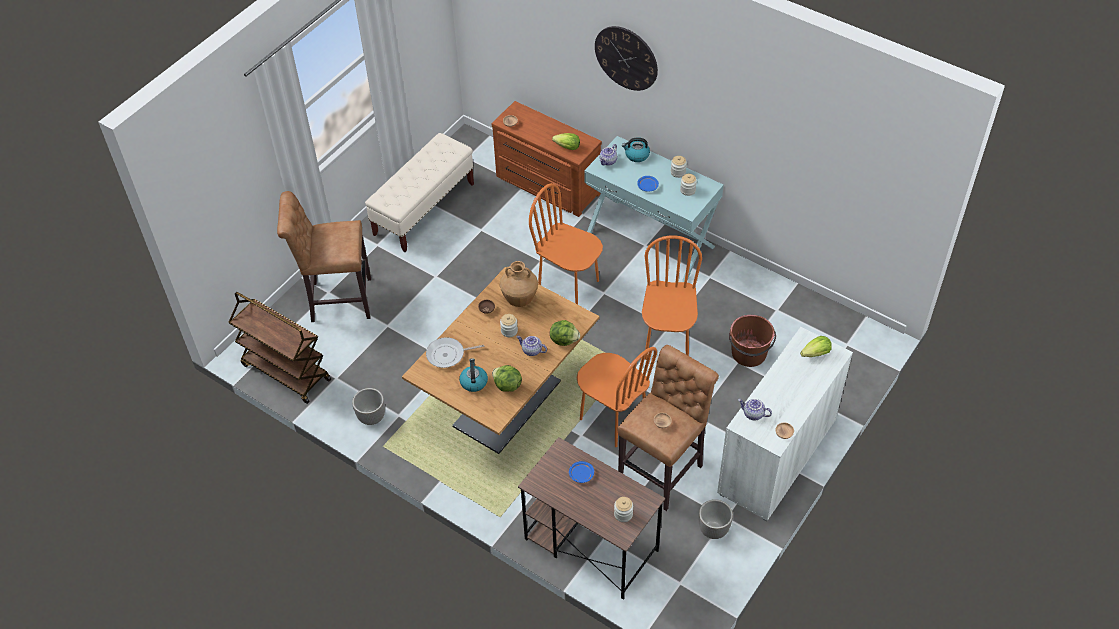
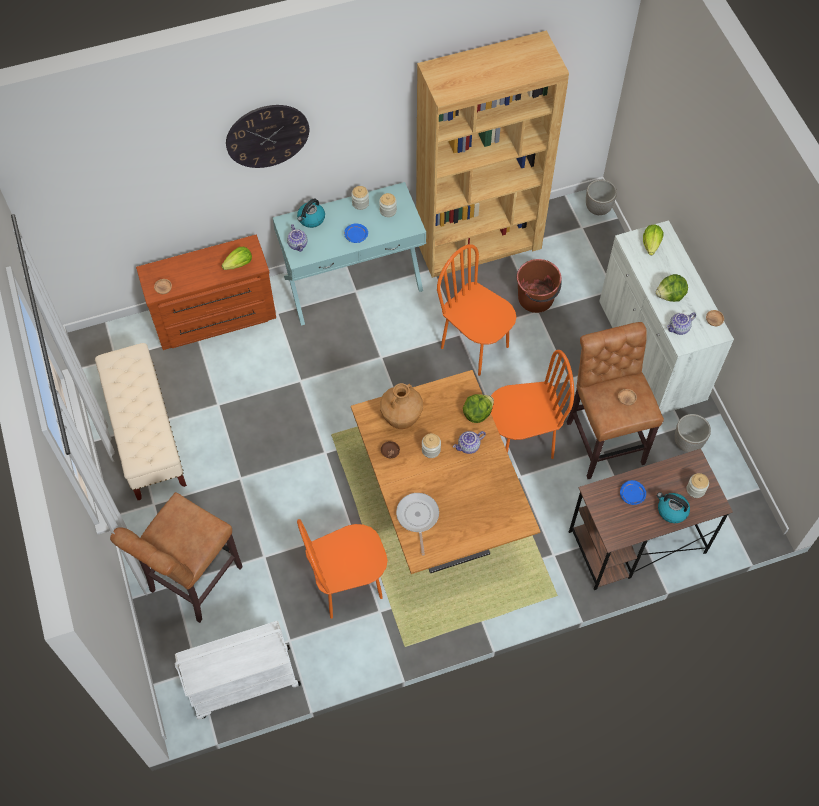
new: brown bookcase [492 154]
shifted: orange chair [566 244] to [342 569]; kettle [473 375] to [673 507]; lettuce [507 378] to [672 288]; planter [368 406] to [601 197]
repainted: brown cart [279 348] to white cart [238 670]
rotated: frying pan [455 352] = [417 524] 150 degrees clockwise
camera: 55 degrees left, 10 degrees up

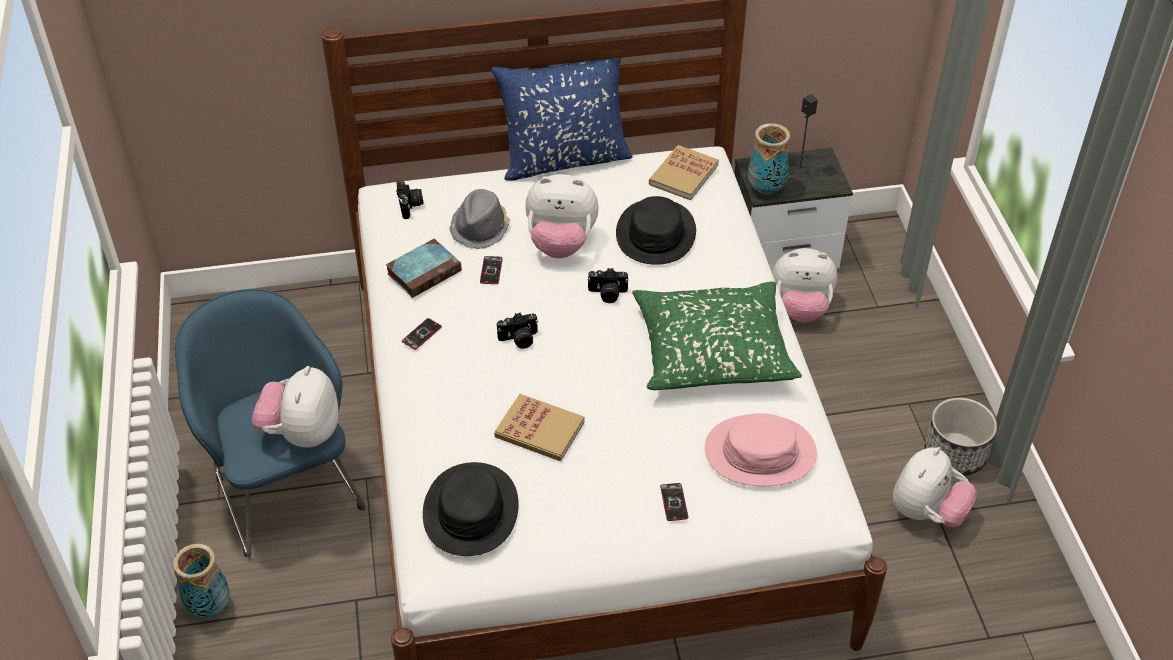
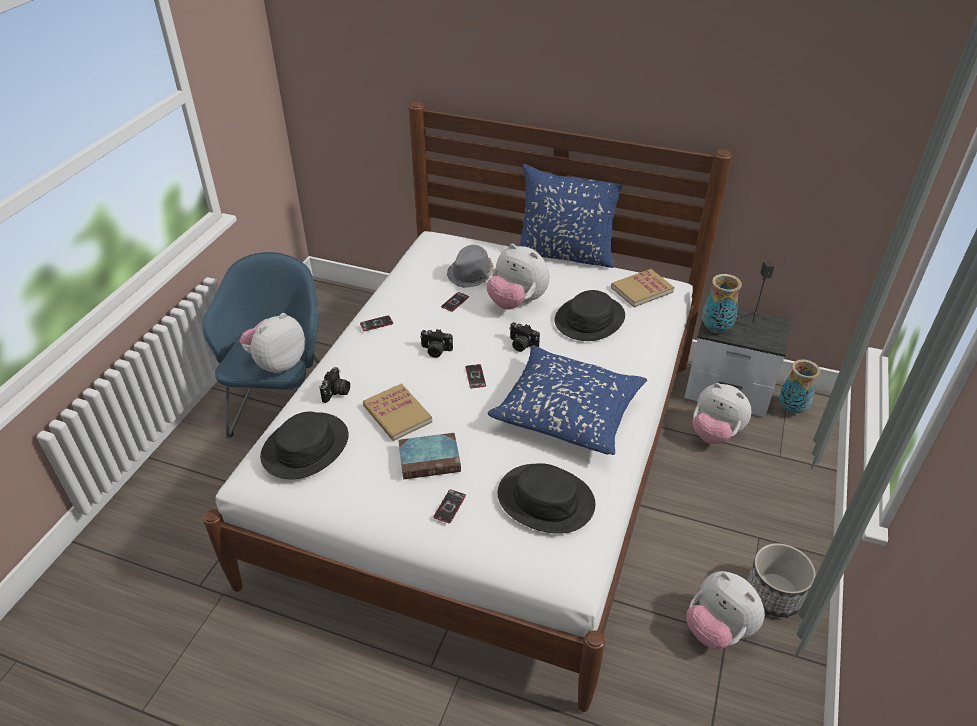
new: phone [475 376]
shifted: photo camera [409 199] to [335 385]; book [423 268] to [429 456]; vase [201 581] to [800 386]
repainted: green pillow [717 335] to blue pillow [567 400]; pink hat [761 449] to black hat [546 498]
rotated: plush toy [935 487] = [725 610] 75 degrees clockwise
camera: 30 degrees right, 5 degrees down

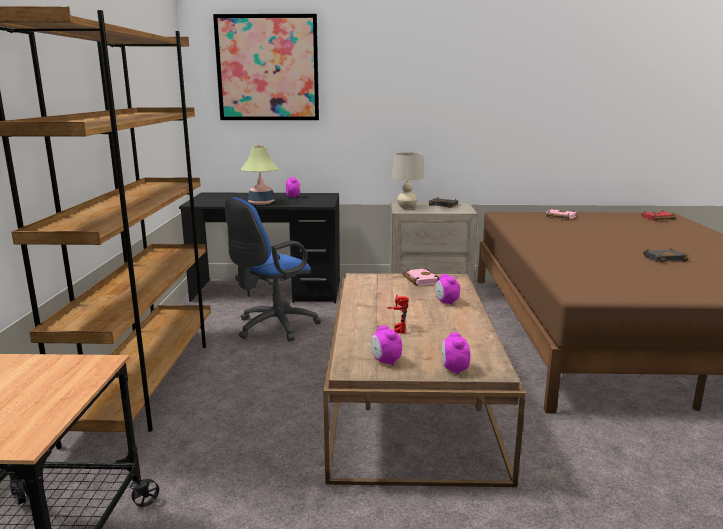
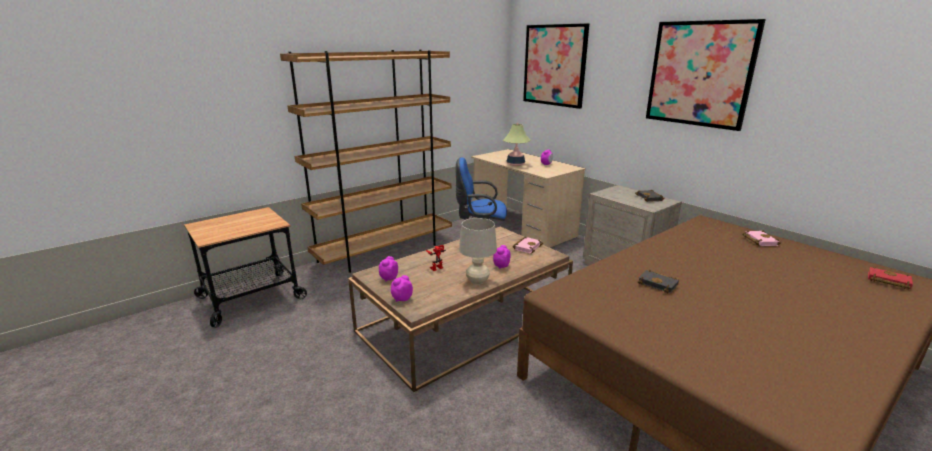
new: picture [706 75]
shifted: beige table lamp [407 180] to [478 251]; black book [666 255] to [658 281]
repainted: black desk [259 247] to beige desk [528 198]
camera: 50 degrees right, 5 degrees up

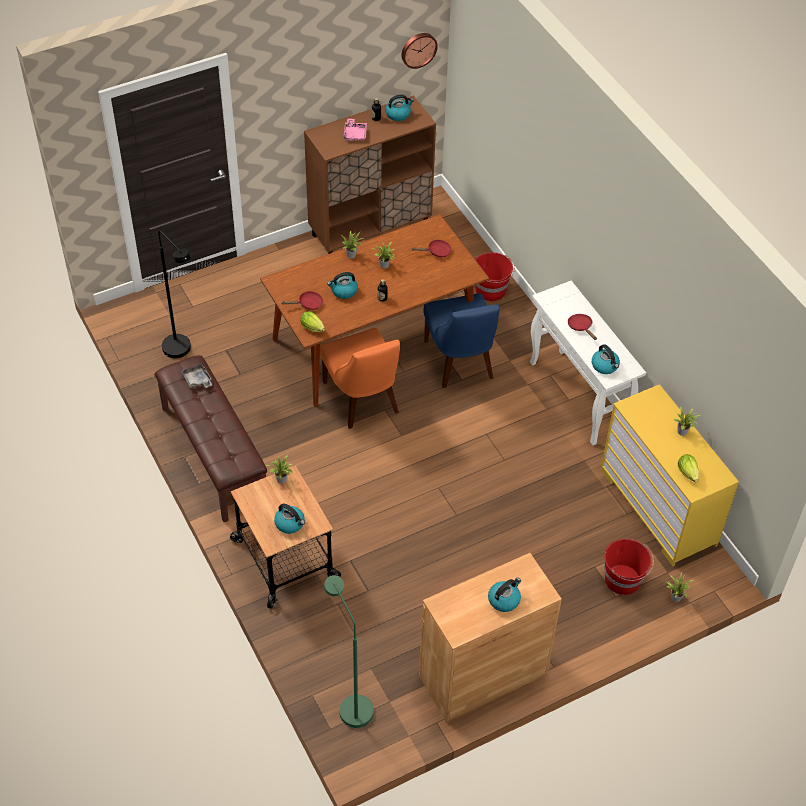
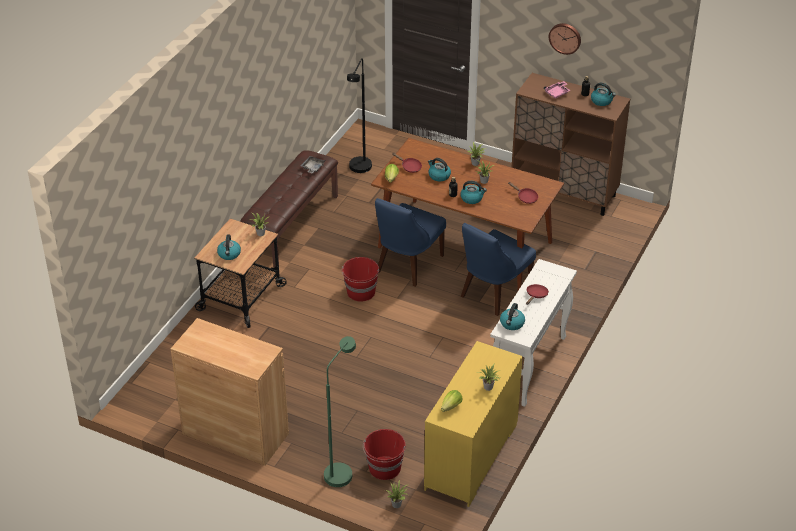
shifted: wall clock [419 51] to [565 39]; red bucket [495 276] to [360 279]; green floor lamp [349 651] to [340 411]; kettle [504 594] to [473 192]
repainted: orange chair [360 378] to blue chair [410 242]
camera: 55 degrees right, 10 degrees down

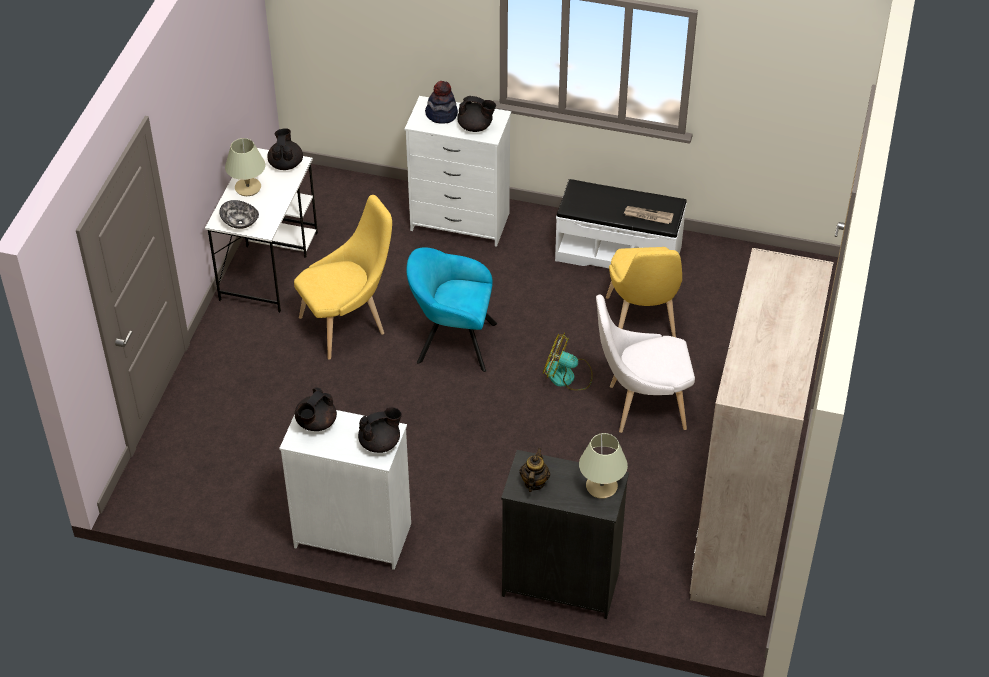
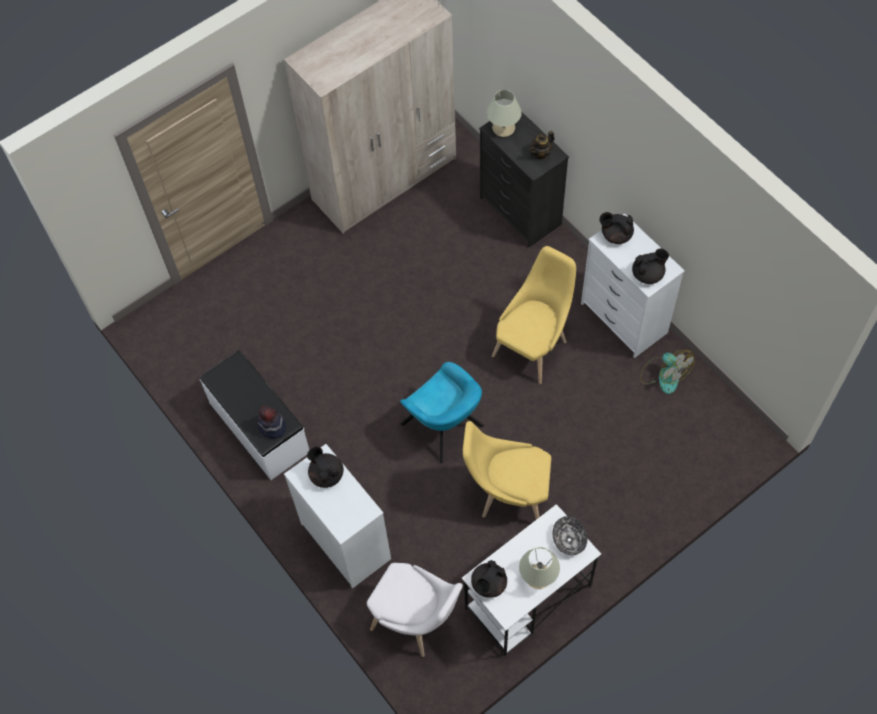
gone: newspaper [649 215]
shifted: hat [441 102] to [271 422]; yellow chair [644 292] to [534 315]; white chair [645 364] to [415 610]; fan [568 361] to [667 372]
camera: 140 degrees left, 15 degrees up

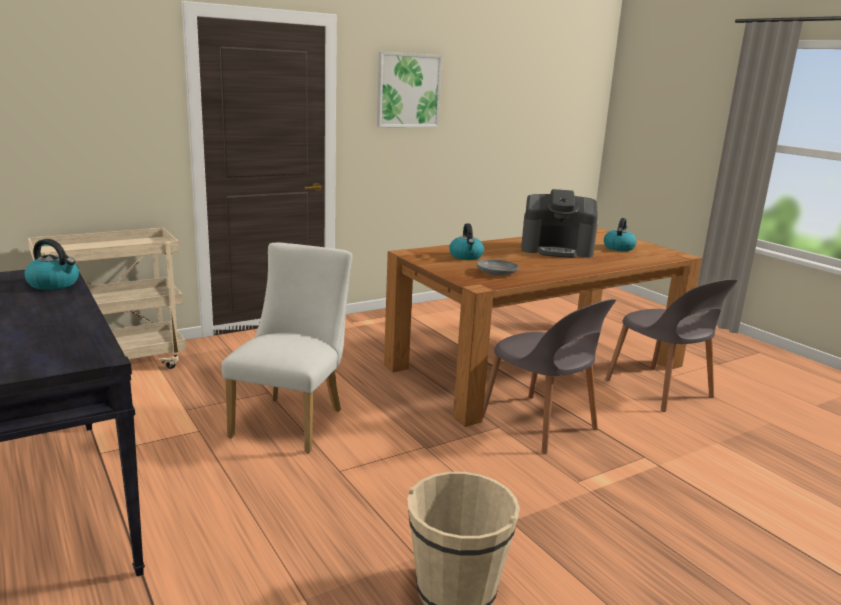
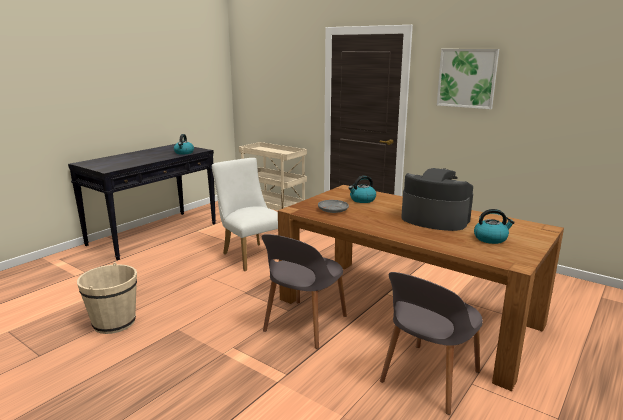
rotated: coffee machine [559 223] = [437 199] 135 degrees clockwise; white chair [286 348] = [245 214] 120 degrees counterclockwise
camera: 70 degrees right, 0 degrees up

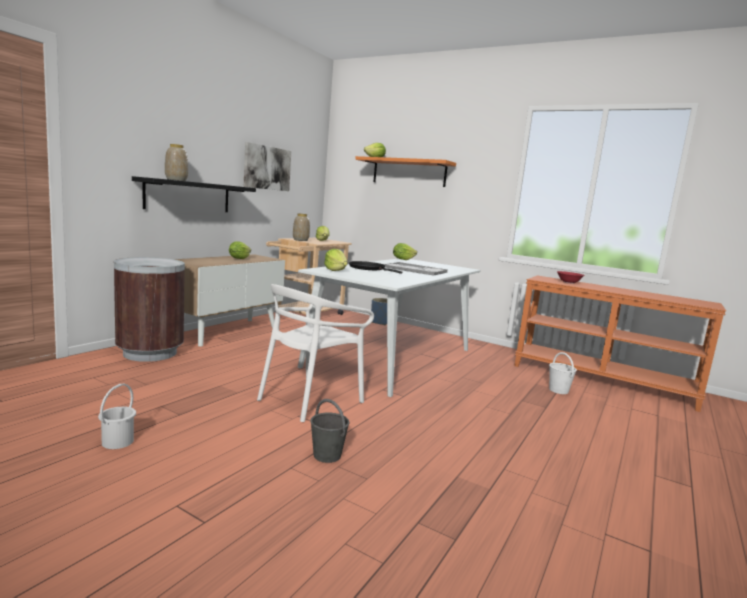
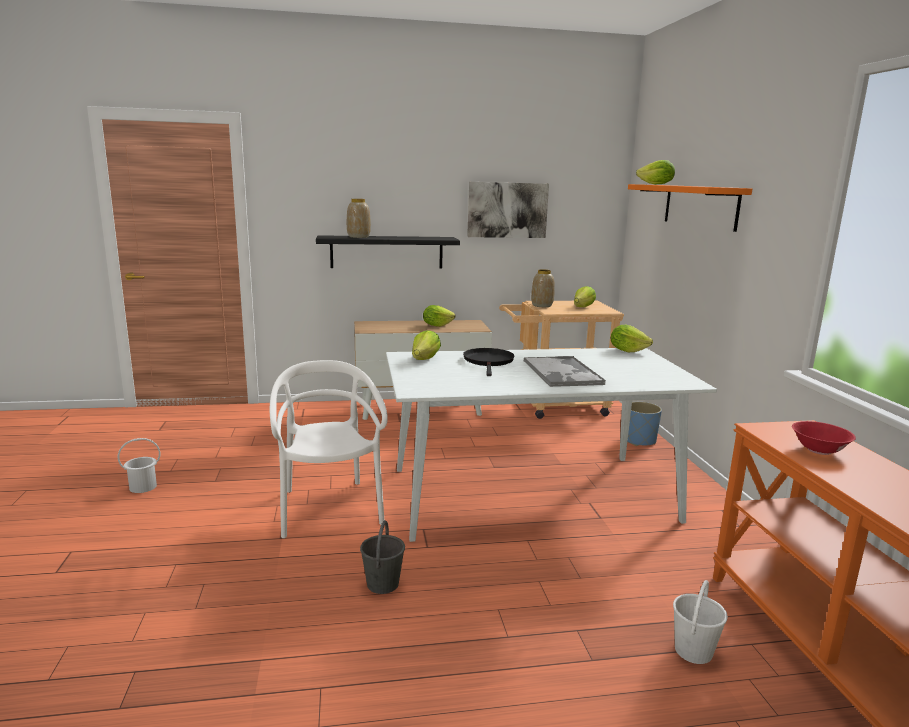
gone: brown trash can [149 309]
shifted: grey bucket [329 431] to [382 557]
rotated: white chair [315 353] = [329 449] 75 degrees clockwise
camera: 50 degrees right, 5 degrees up

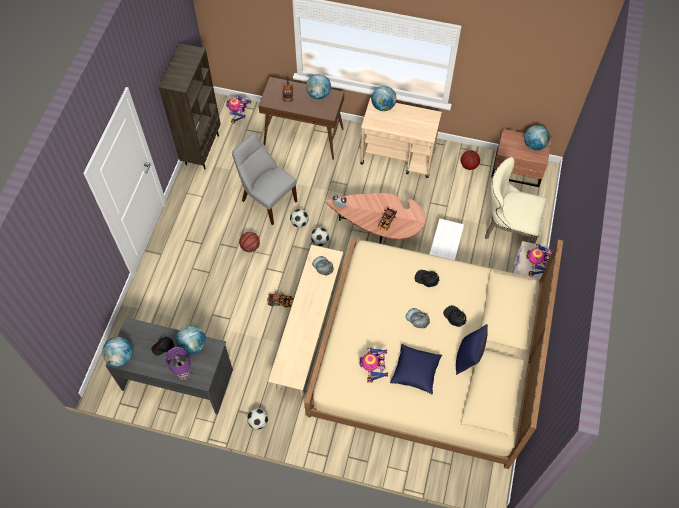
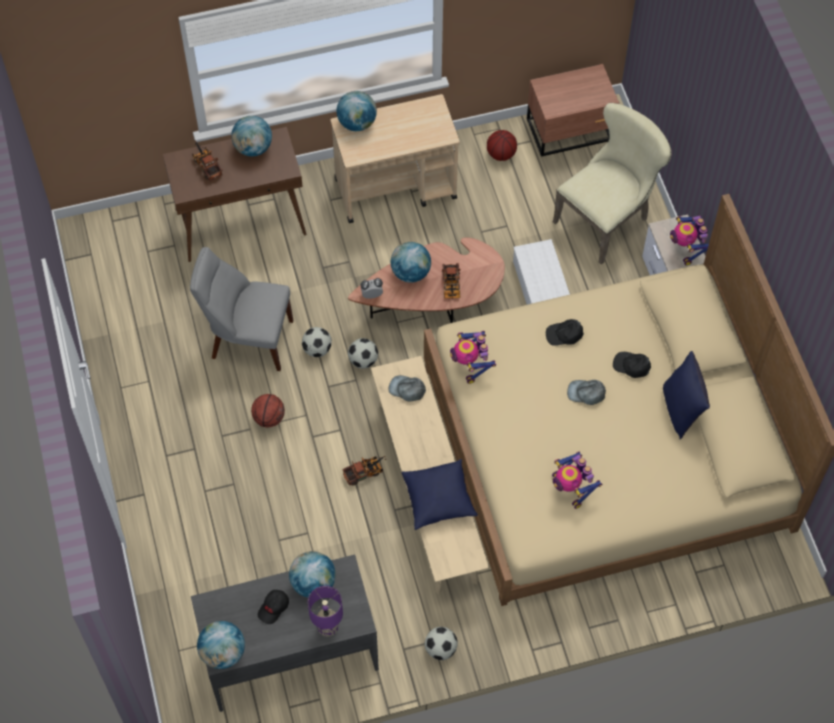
gone: brown bookcase [190 106]
shifted: toy robot [238 109] to [473 357]; globe [537 137] to [411 262]; blue pillow [416 369] to [440 494]
rotated: beige chair [516 200] = [612 184] 150 degrees clockwise
camera: 30 degrees left, 0 degrees up

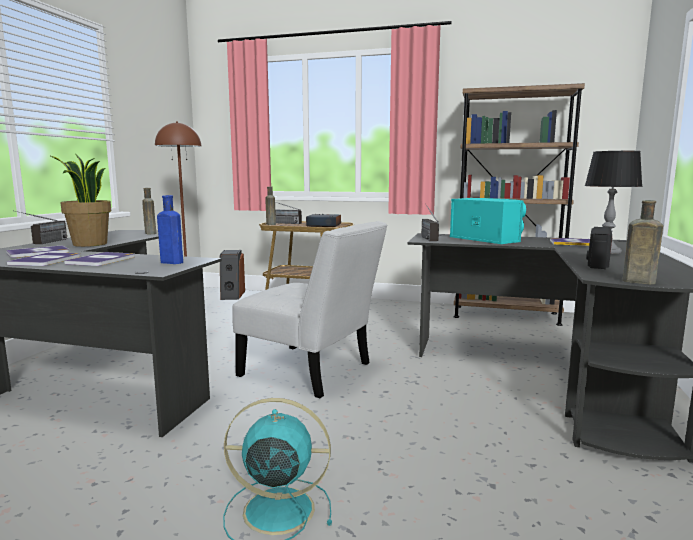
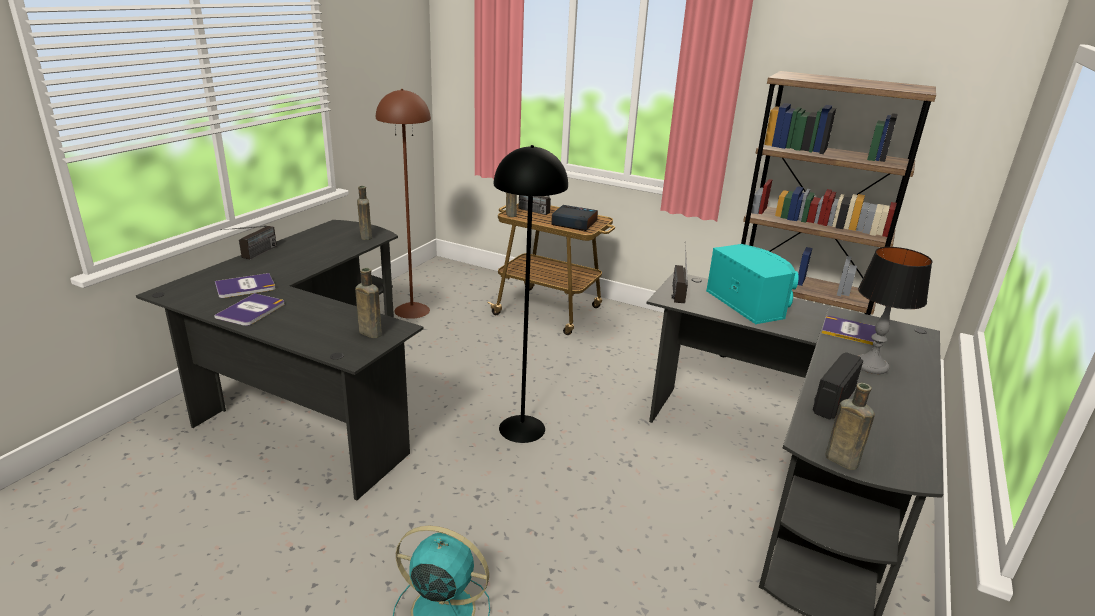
gone: potted plant [80 200]; speaker [232 275]; book [99 259]
swapped: white chair [309 309] to black floor lamp [531 294]
repainted: blue bottle [170 229] to brown bottle [368 303]
camera: 10 degrees right, 15 degrees up

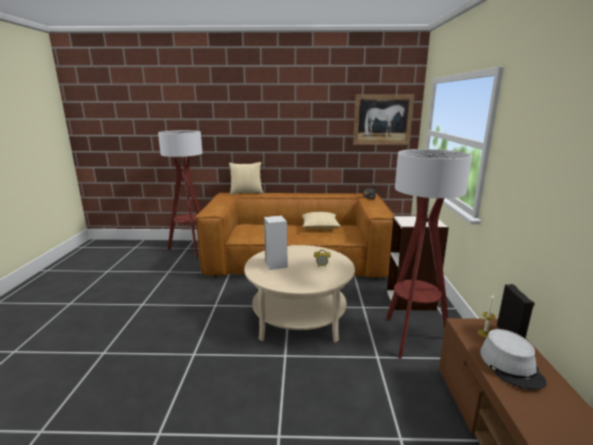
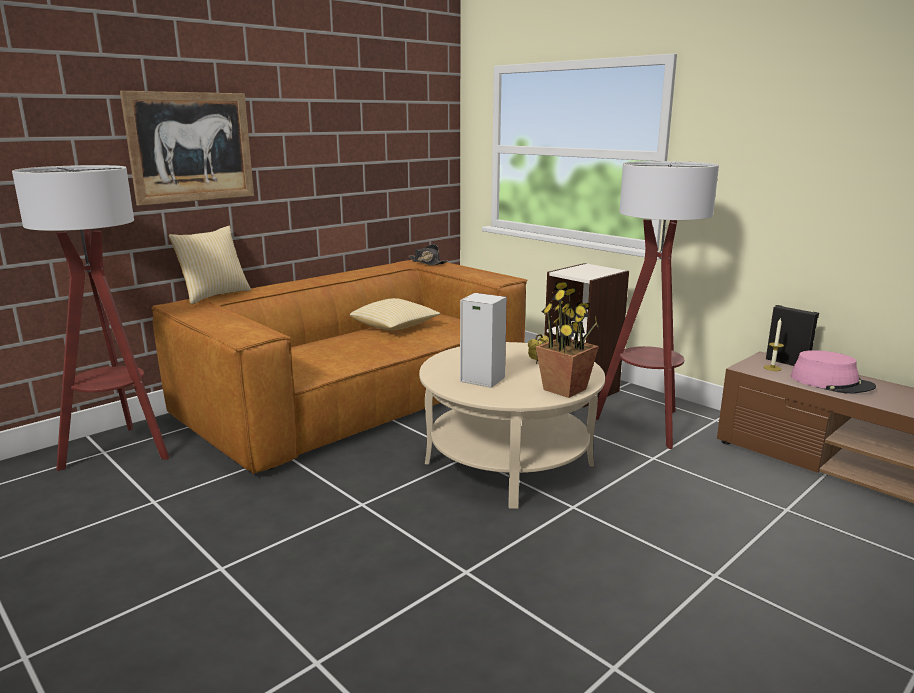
new: potted plant [567 340]
shifted: picture [383 120] to [187 148]
repainted: grey hat [513 359] to pink hat [833 372]
camera: 45 degrees left, 0 degrees up

